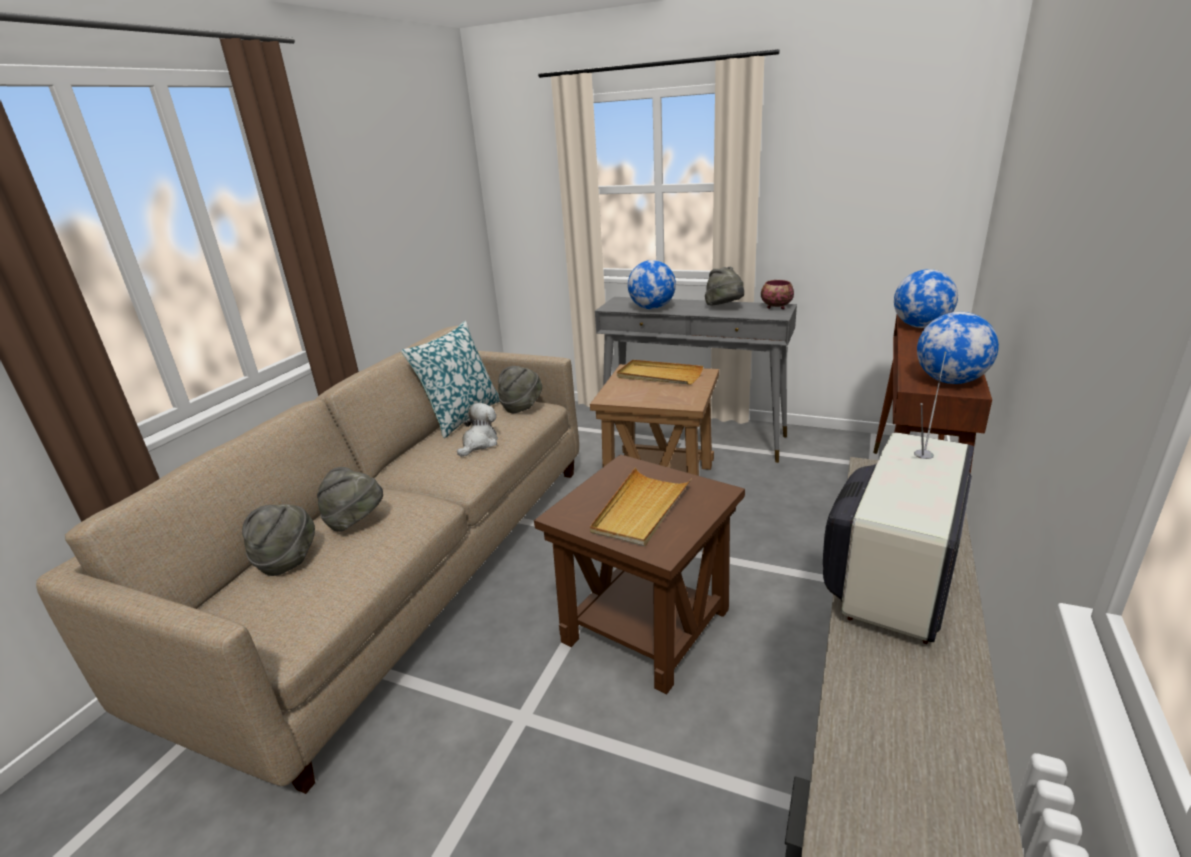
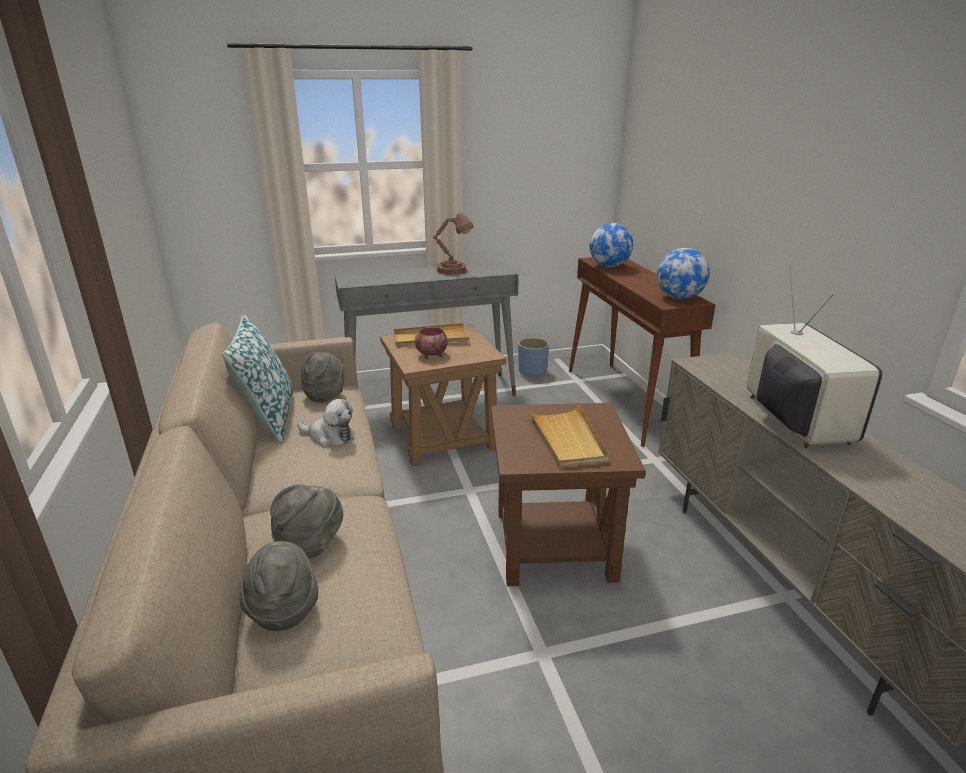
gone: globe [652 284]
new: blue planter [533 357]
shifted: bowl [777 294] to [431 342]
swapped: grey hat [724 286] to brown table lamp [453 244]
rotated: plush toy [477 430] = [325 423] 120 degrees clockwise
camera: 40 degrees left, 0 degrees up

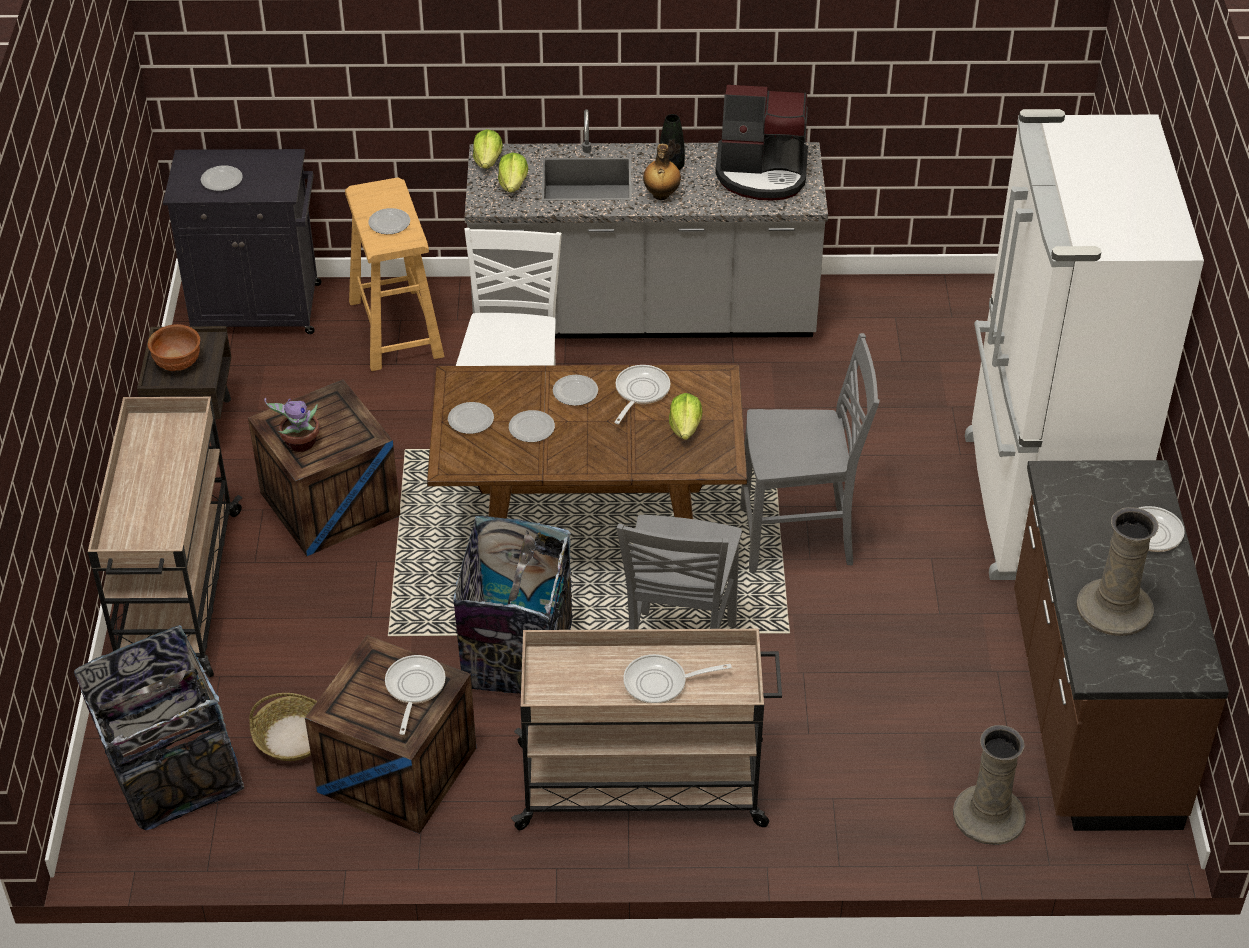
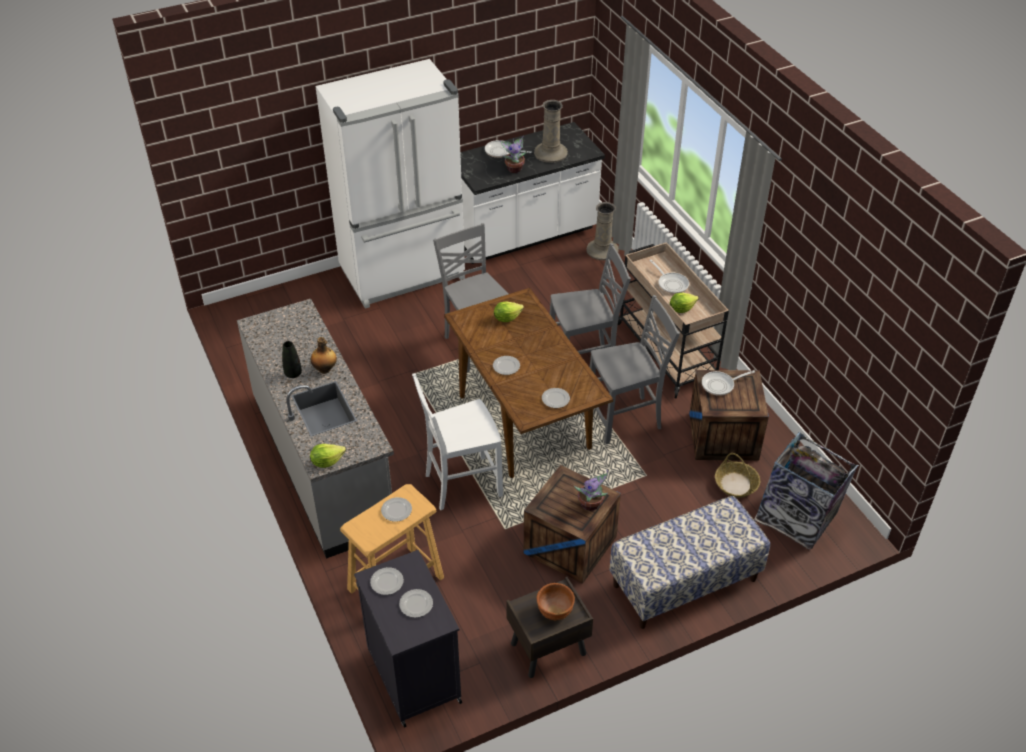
gone: coffee machine [761 143]; frying pan [642 394]
new: potted plant [513 154]
shifted: lettuce [513 172] to [684 303]; plate [532 426] to [387 581]
swapped: beige cart [165 537] to bench [689 562]; trash can [513 605] to grey chair [635 369]
repainted: brown counter [1121 645] to white counter [532 193]
camera: 115 degrees left, 0 degrees up

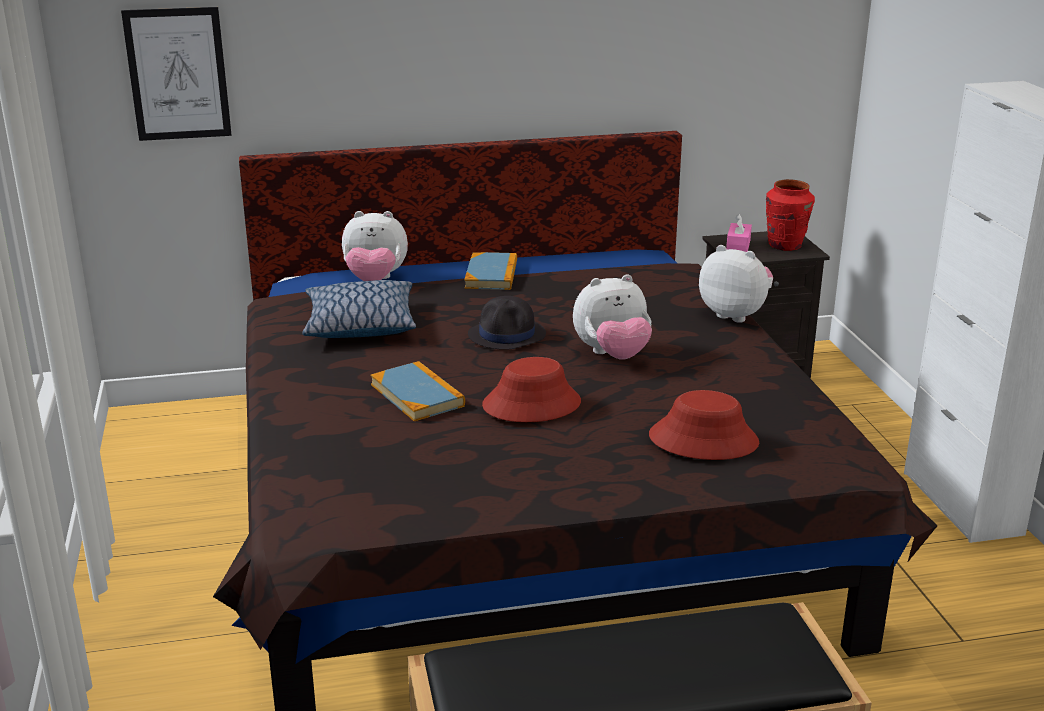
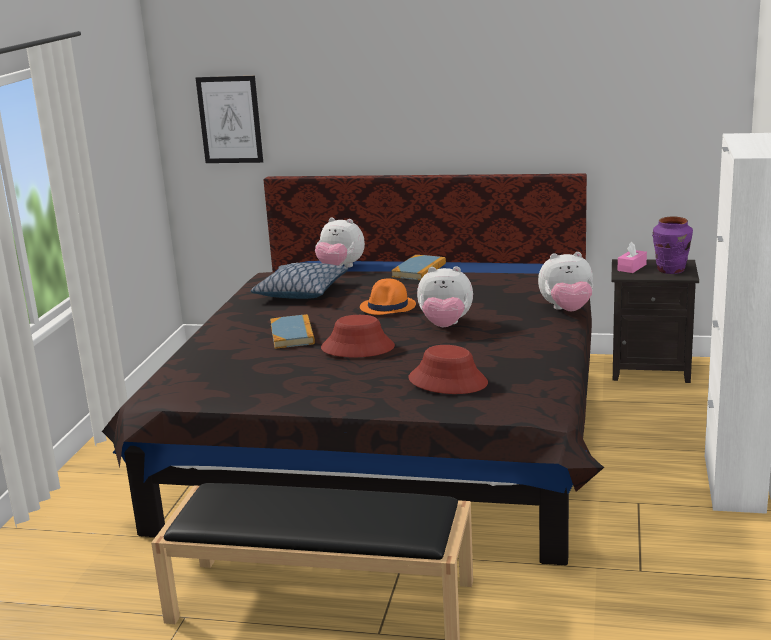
repainted: red vase [790 215] to purple vase [672 245]; black hat [507 323] to orange hat [388 296]
rotated: plush toy [736 284] = [565 281] 120 degrees clockwise
camera: 25 degrees right, 5 degrees down

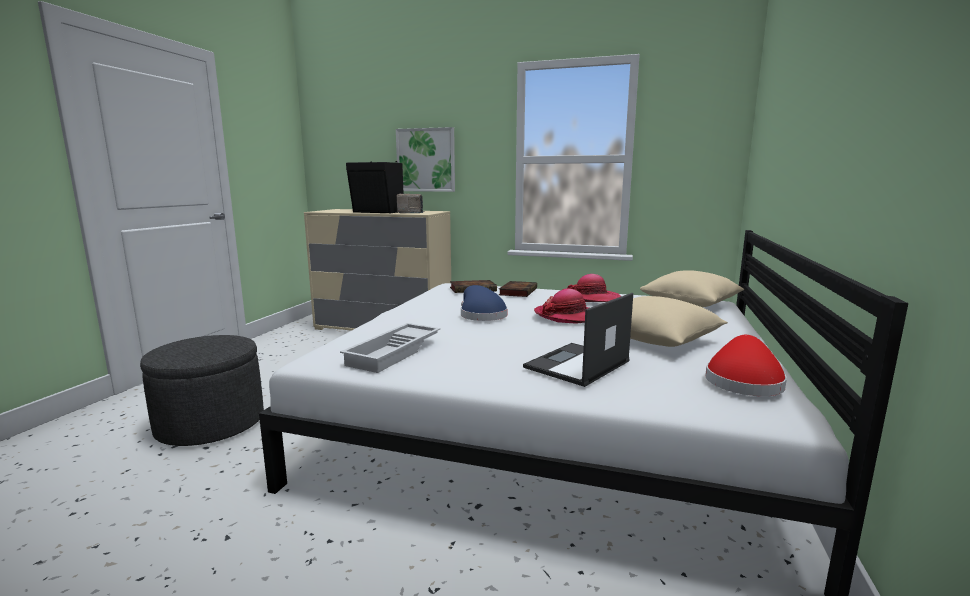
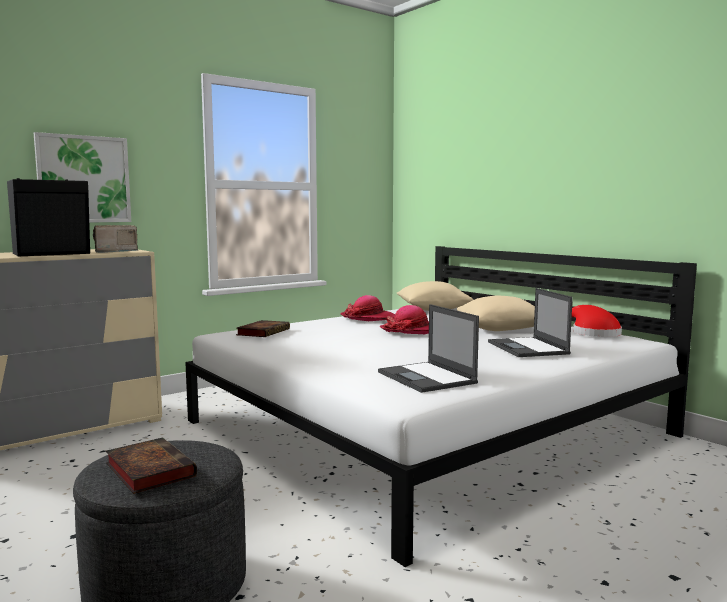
gone: blue hat [484 303]
shifted: book [518 289] to [151 465]
swapped: white tray [390 348] to laptop [428 348]
camera: 55 degrees left, 5 degrees down

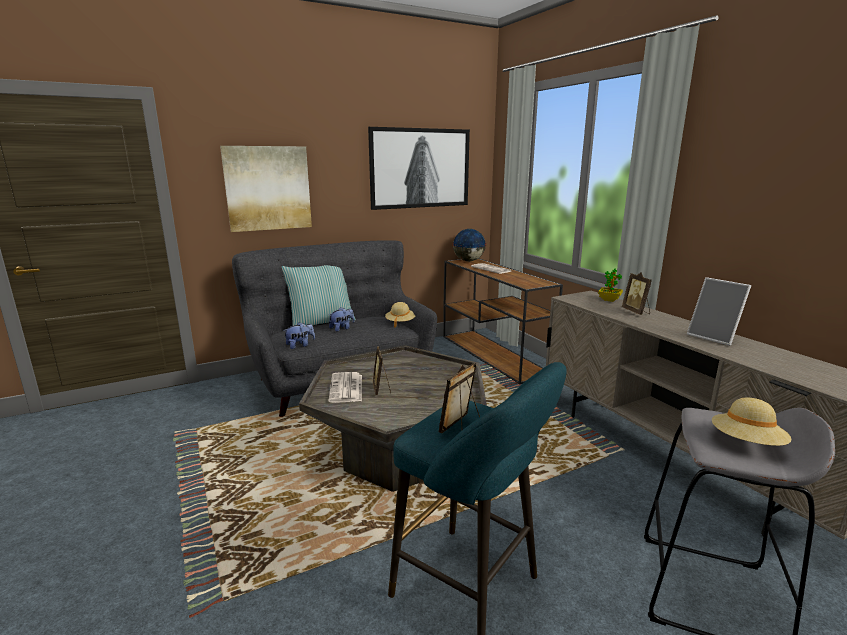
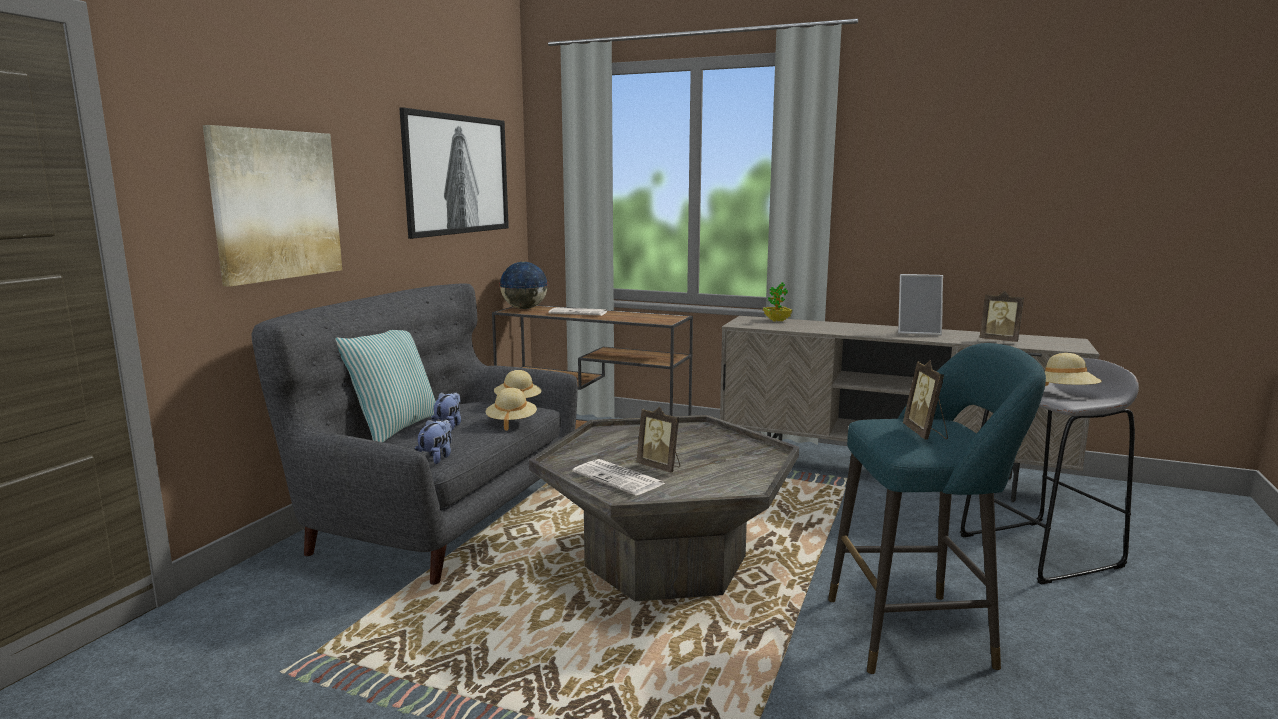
new: beige hat [511 409]
shifted: picture frame [637 293] to [1001 316]
camera: 40 degrees left, 5 degrees down

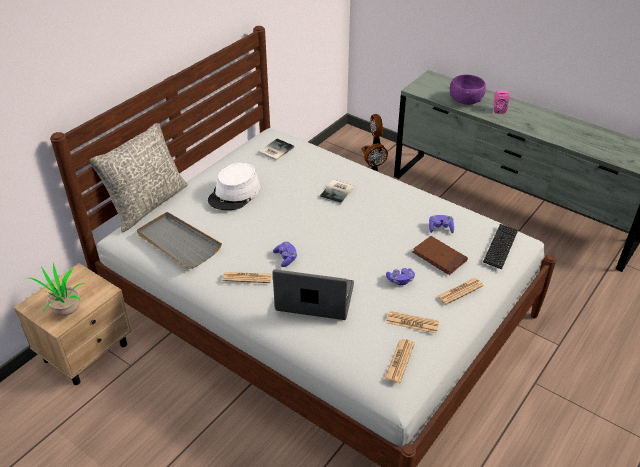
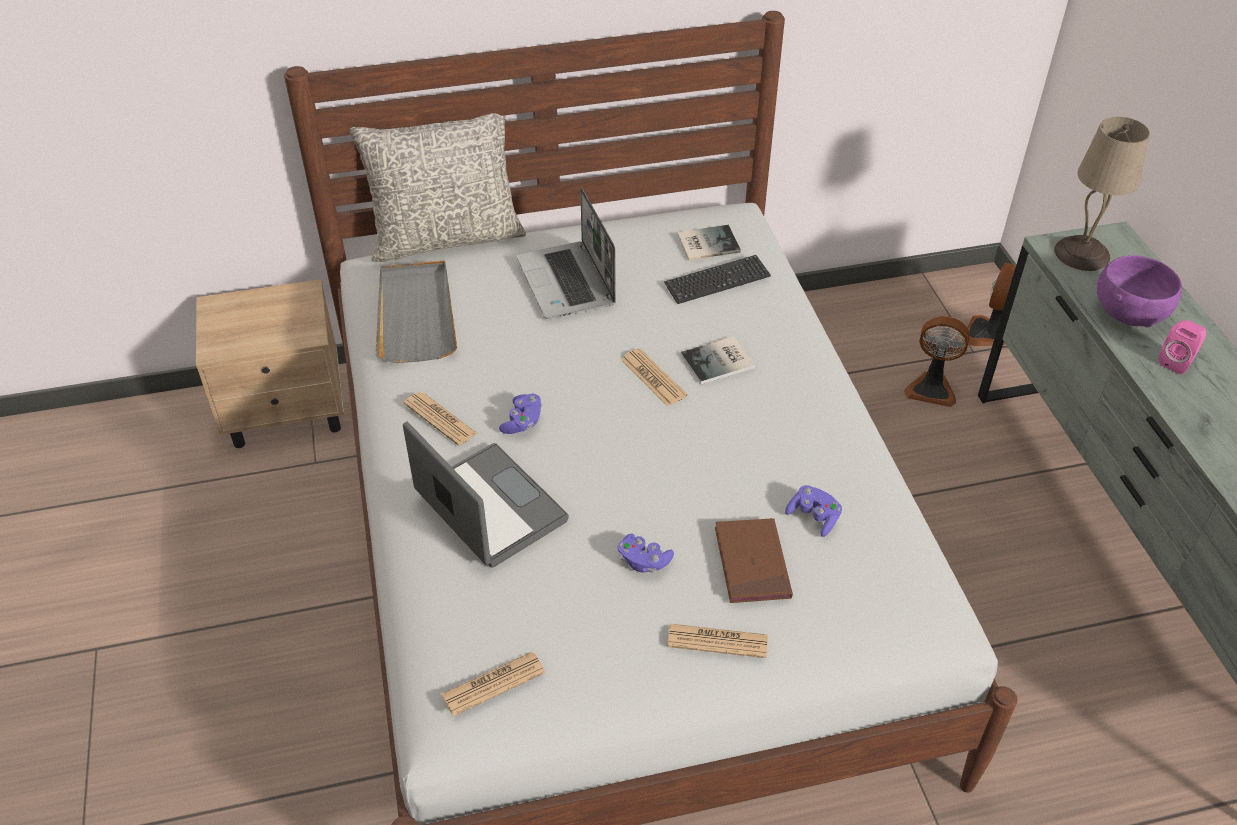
gone: potted plant [57 289]
new: beige table lamp [1102 194]
shifted: keyboard [500 247] to [717 279]; newspaper [412 322] to [654 377]
swapped: white hat [234 186] to laptop [566 253]
camera: 40 degrees right, 5 degrees up

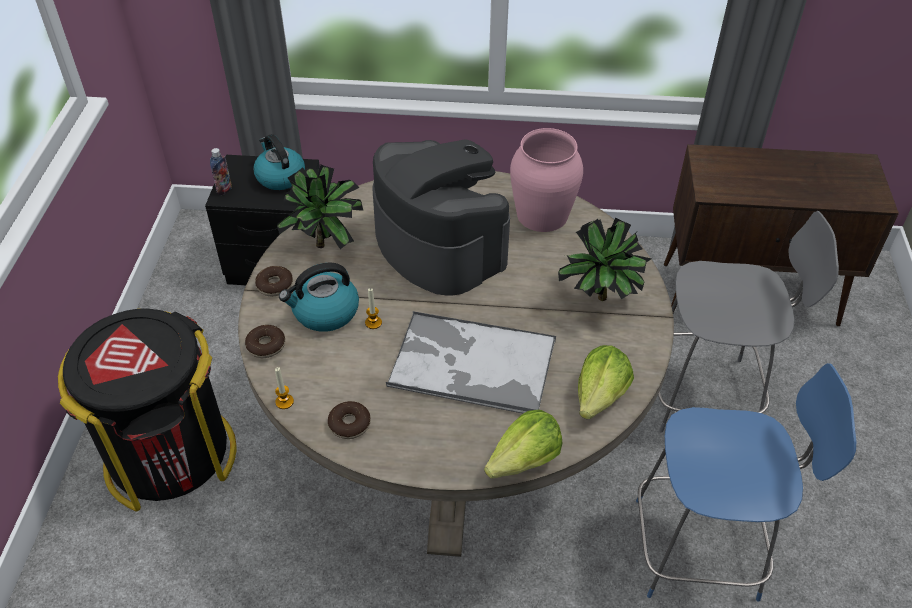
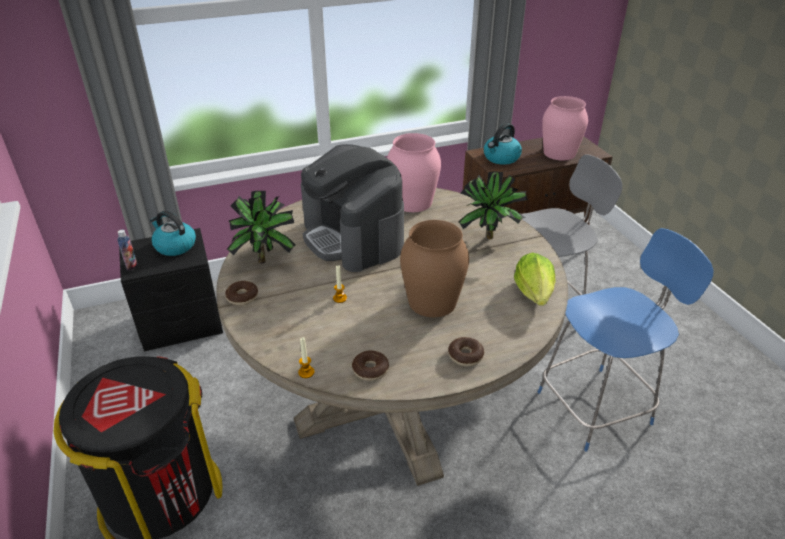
gone: lettuce [523 444]
new: pink vase [565 128]
shifted: kettle [319 297] to [503 144]; donut [265 341] to [466 351]
swapped: tray [471 362] to brown vase [434 268]
rotated: coffee machine [441 217] = [352 208] 150 degrees counterclockwise
camera: 25 degrees left, 10 degrees down

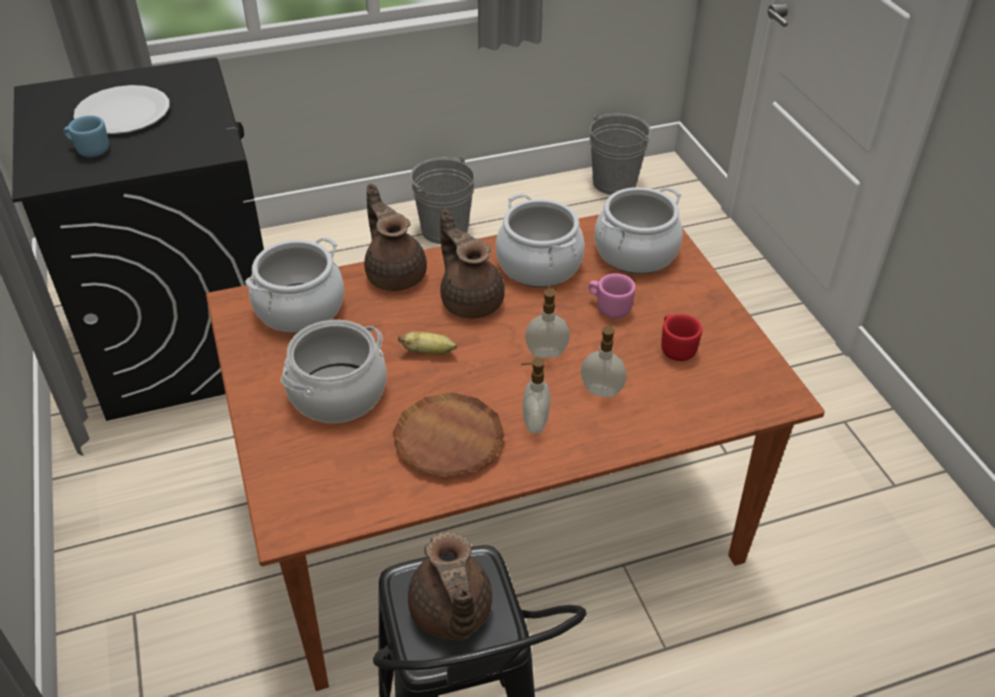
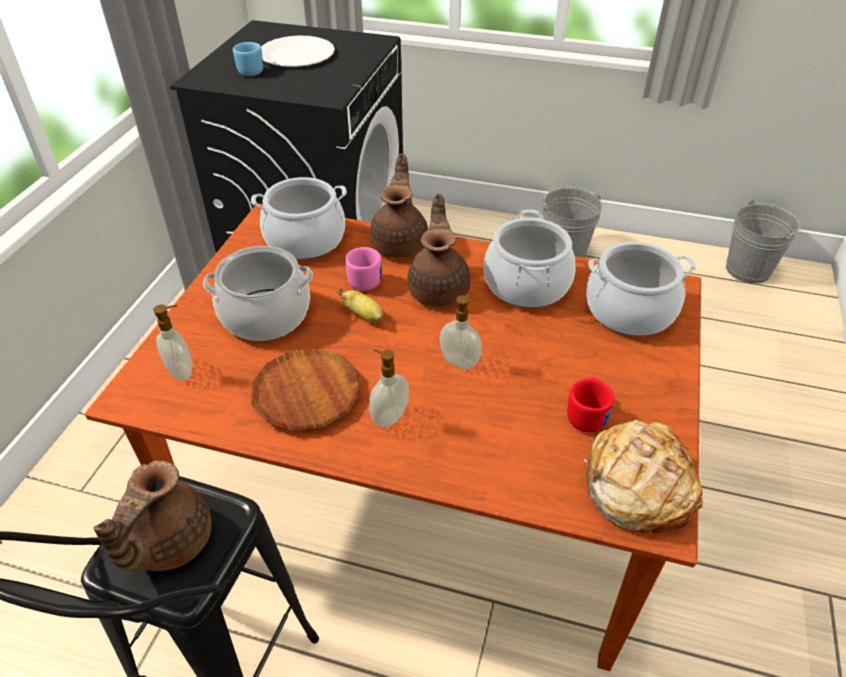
new: bread [643 476]
shifted: pink mug [612 296] to [363 269]; soap dispenser [603 359] to [172 343]
camera: 35 degrees right, 0 degrees up

